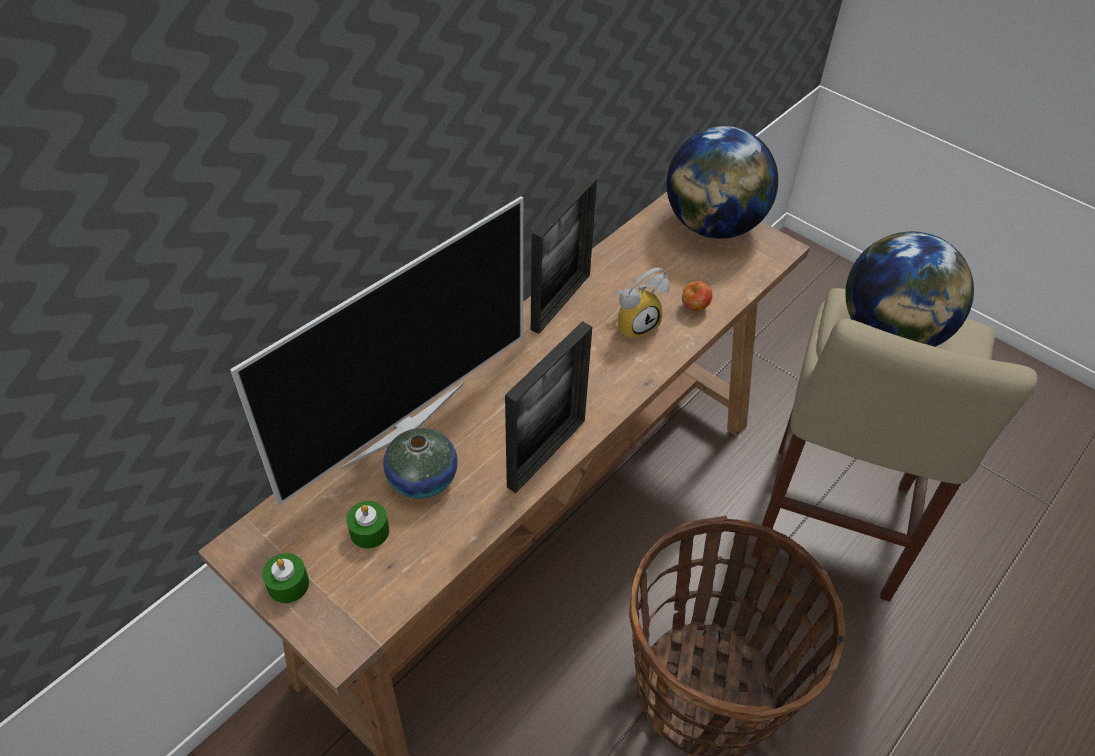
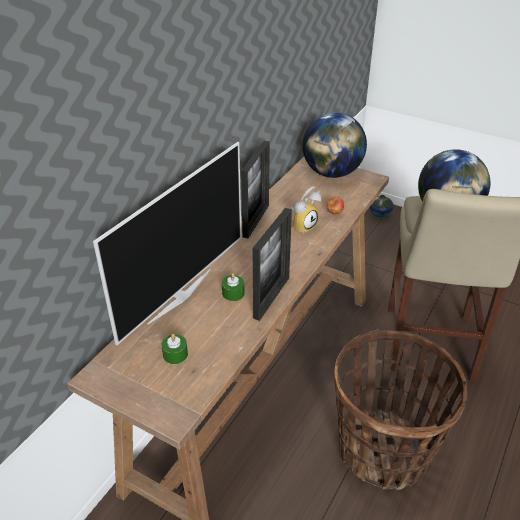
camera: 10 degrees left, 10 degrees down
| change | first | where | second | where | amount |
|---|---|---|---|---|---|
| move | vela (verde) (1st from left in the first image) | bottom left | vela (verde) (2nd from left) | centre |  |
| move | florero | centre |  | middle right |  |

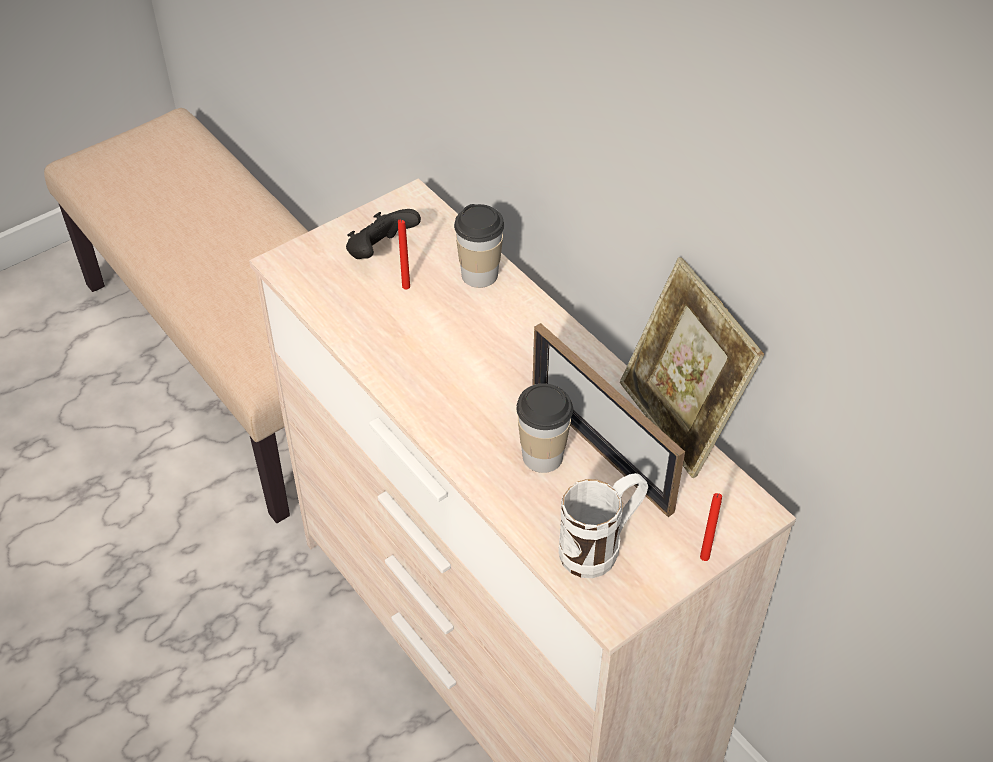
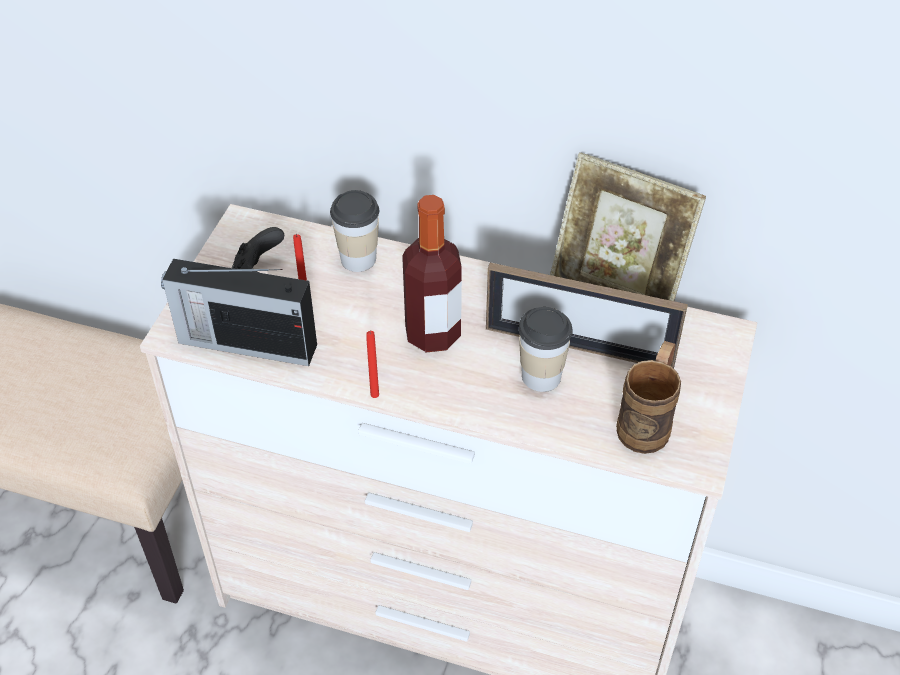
camera: 35 degrees left, 0 degrees up
| change | first | where | second | where | amount |
|---|---|---|---|---|---|
| recolor | taza grande (blanco) | bottom centre | taza grande (marrón) | middle right |  |
| move | vela (rojo) (2nd from left) | bottom right |  | centre |  |
| insert |  |  | radio | middle left |  |
| insert |  |  | botella | centre |  |

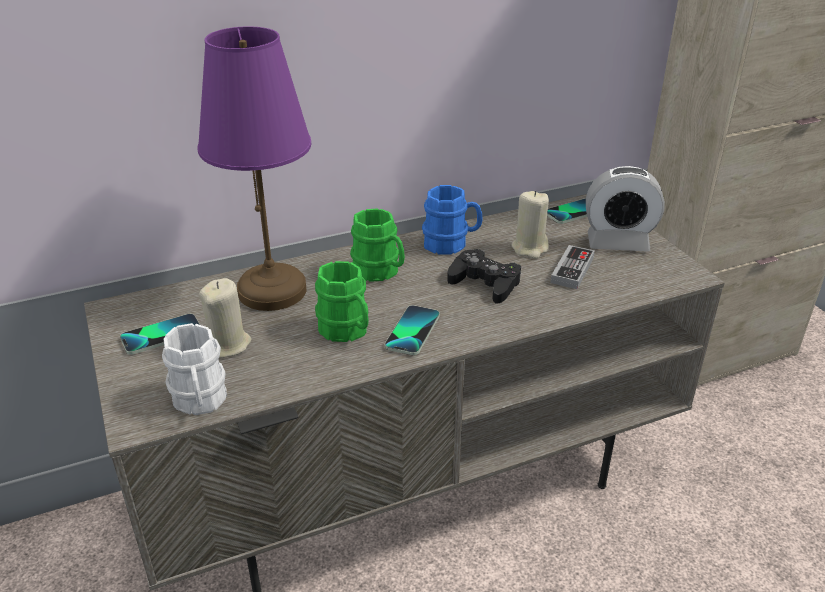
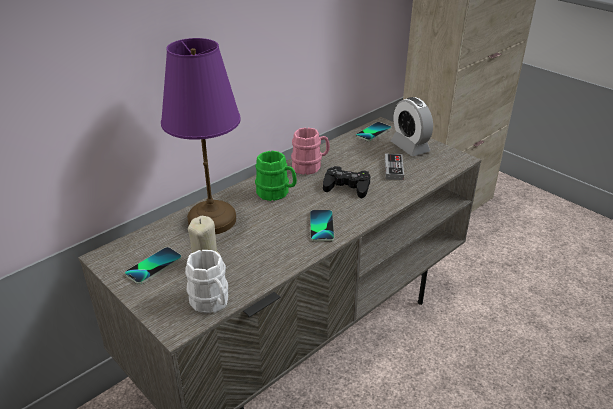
camera: 20 degrees left, 0 degrees up
| change | first | where | second | where | amount |
|---|---|---|---|---|---|
| delete | taza grande (verde) (1st from left) | centre |  |  |  |
| recolor | taza grande (azul) | centre | taza grande (rosa) | centre |  |
| delete | vela (beis) (2nd from left) | centre |  |  |  |
| rotate | despertador | middle right |  | top right | 75 degrees clockwise |

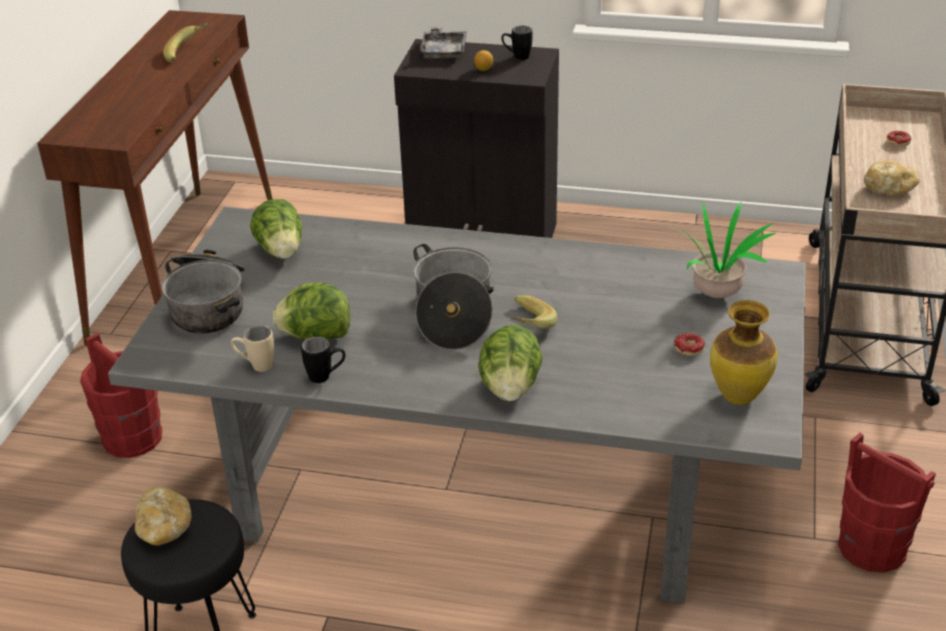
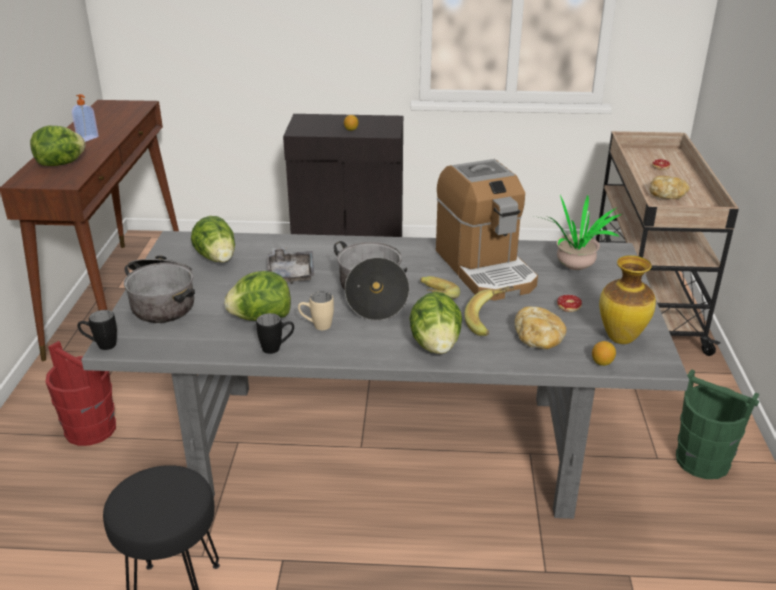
camera: 10 degrees left, 5 degrees down
| change | first | where | second | where | amount |
|---|---|---|---|---|---|
| move | pan (1st from left) | bottom left |  | middle right |  |
| move | plátano (1st from left in the first image) | top left | plátano (2nd from left) | centre |  |
| move | taza grande (beis) | middle left |  | centre |  |
| move | bandeja (gris) | top centre |  | centre |  |
| move | taza grande (negro) (2nd from left in the first image) | top centre | taza grande (negro) (1st from left) | middle left |  |
| recolor | cubo (rojo) (2nd from left) | bottom right | cubo (verde) | bottom right |  |
| insert |  |  | lechuga (1st from left) | top left |  |
| insert |  |  | dispensador de jabón | top left |  |
| insert |  |  | cafetera | centre |  |
| insert |  |  | limón (2nd from left) | middle right |  |

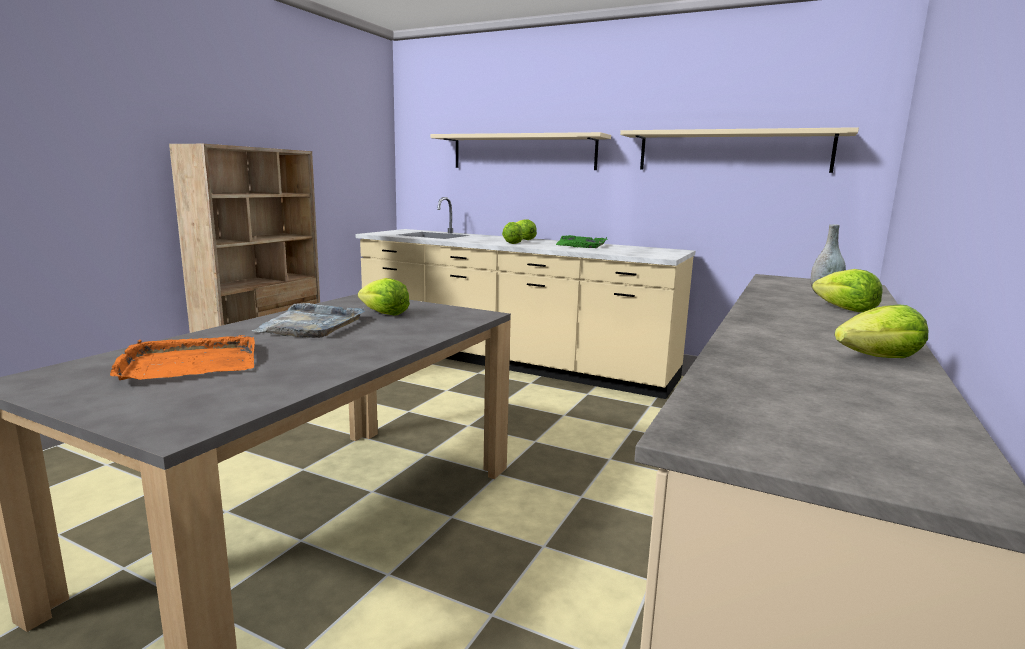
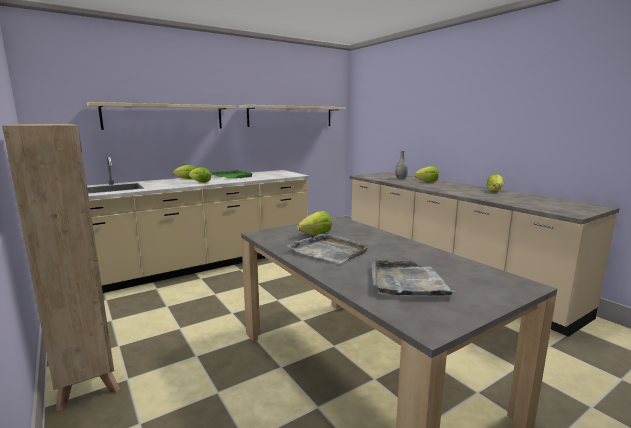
camera: 60 degrees left, 0 degrees up
| change | first | where | second | where | amount |
|---|---|---|---|---|---|
| recolor | bandeja (naranja) | middle left | bandeja (gris) (2nd from left) | centre |  |

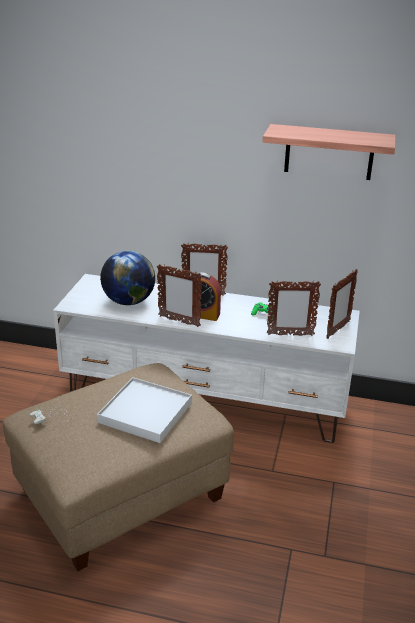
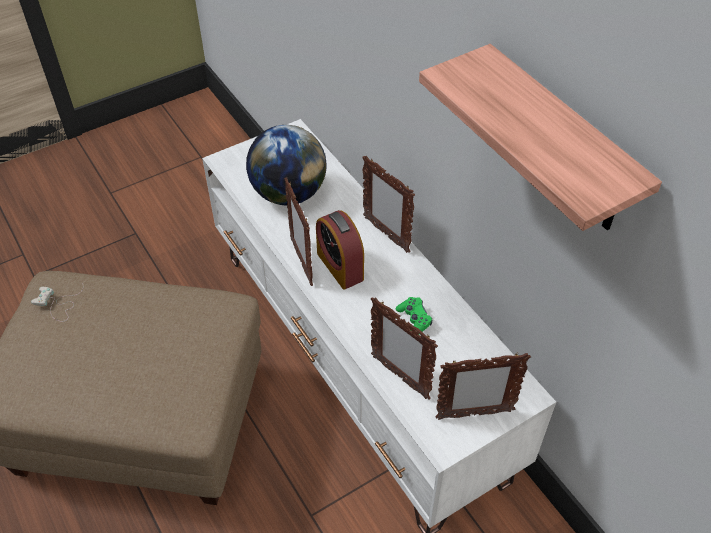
camera: 45 degrees right, 20 degrees up
| change | first | where | second | where | amount |
|---|---|---|---|---|---|
| delete | bandeja (blanco) | centre |  |  |  |

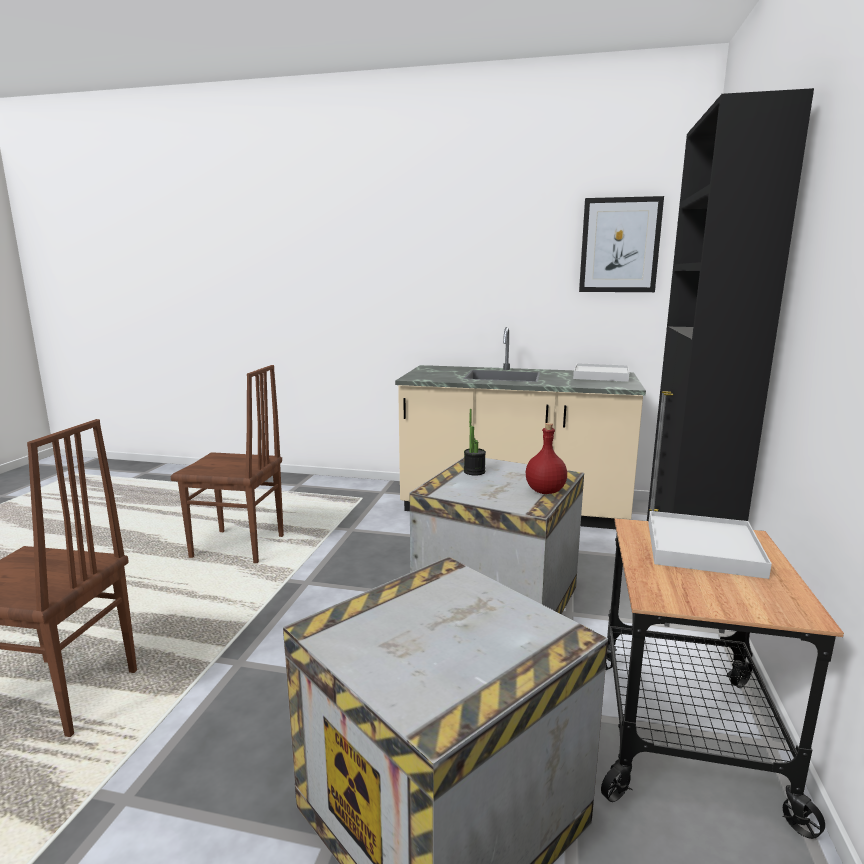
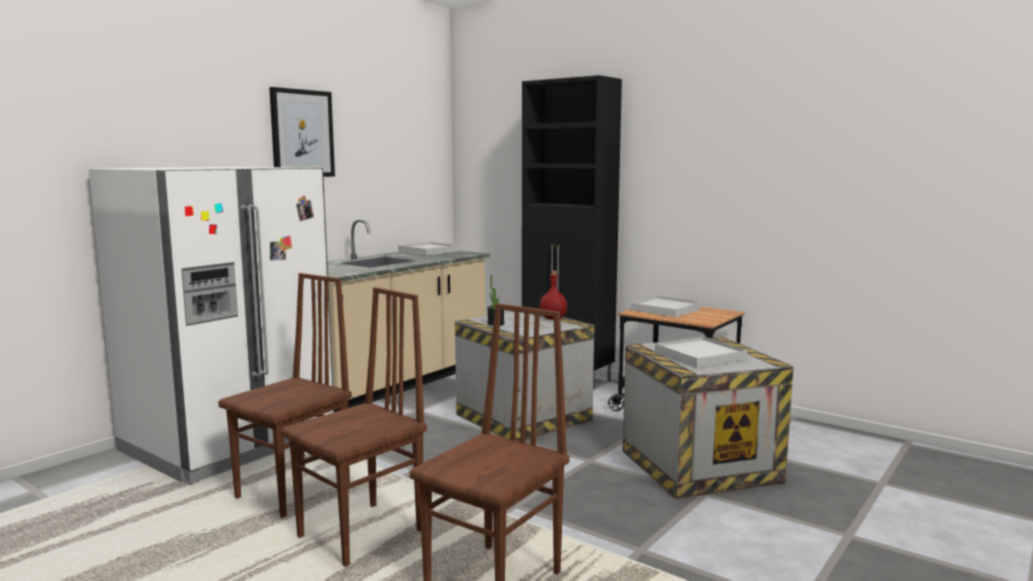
camera: 65 degrees left, 5 degrees down
| change | first | where | second | where | amount |
|---|---|---|---|---|---|
| move | cuadro | top right |  | top left |  |
| insert |  |  | nevera (blanco) | middle left |  |
| insert |  |  | silla (marrón) (2nd from left) | bottom centre |  |
| insert |  |  | bandeja (blanco) (3rd from left) | middle right |  |

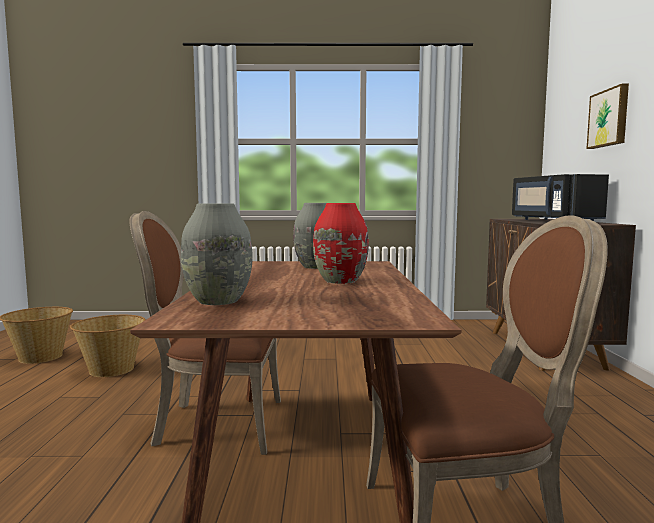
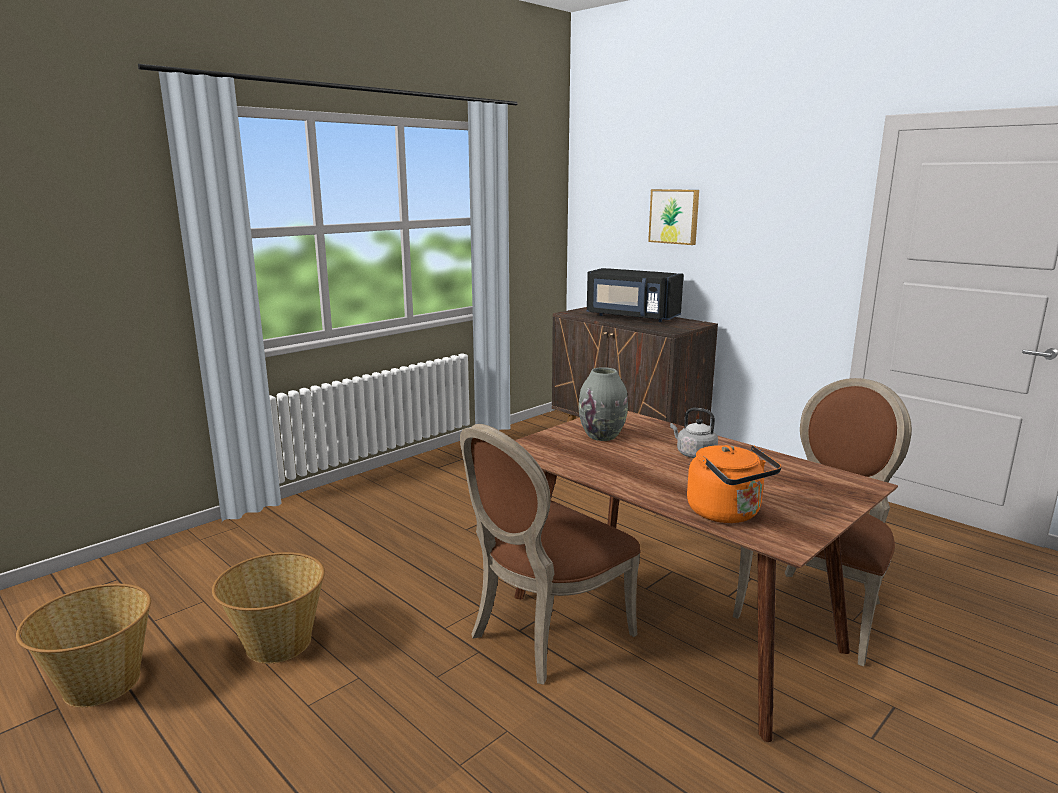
camera: 45 degrees left, 10 degrees up
| change | first | where | second | where | amount |
|---|---|---|---|---|---|
| replace | florero (gris) (1st from left) | middle left | hervidor (naranja) | middle right |  |
| replace | florero (rojo) | centre | hervidor (gris) | centre |  |

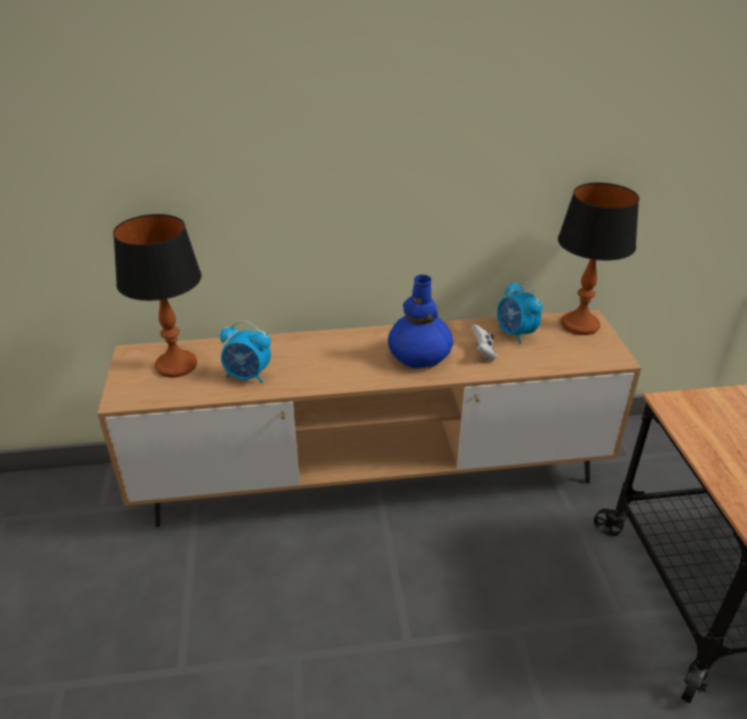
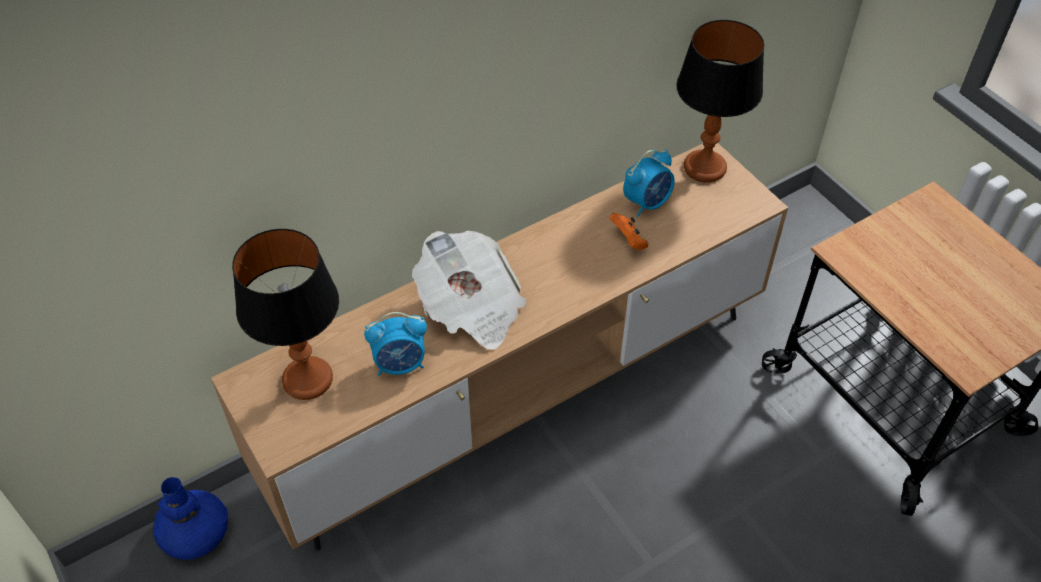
camera: 25 degrees left, 15 degrees up
| change | first | where | second | where | amount |
|---|---|---|---|---|---|
| move | florero (azul) | centre |  | bottom left |  |
| recolor | mando de consola (blanco) | centre | mando de consola (naranja) | centre |  |
| rotate | despertador (2nd from left) | middle right |  | top centre | 75 degrees counterclockwise |
| insert |  |  | periódico | centre |  |

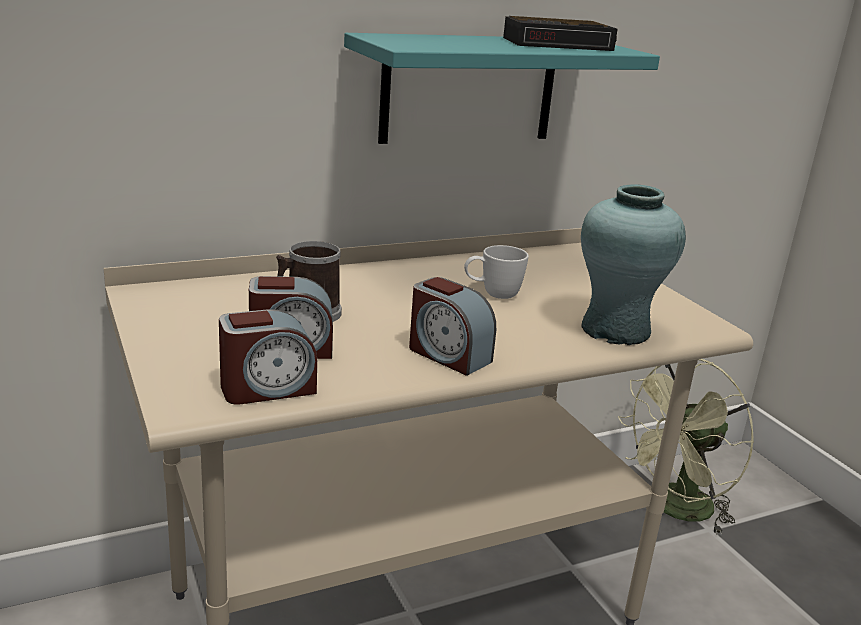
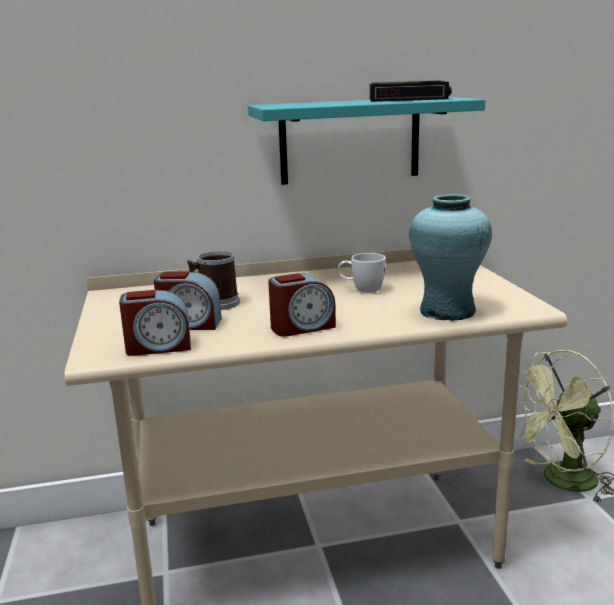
camera: 15 degrees right, 5 degrees down
| change | first | where | second | where | amount |
|---|---|---|---|---|---|
| rotate | despertador (3rd from left) | centre |  | centre | 75 degrees counterclockwise |

